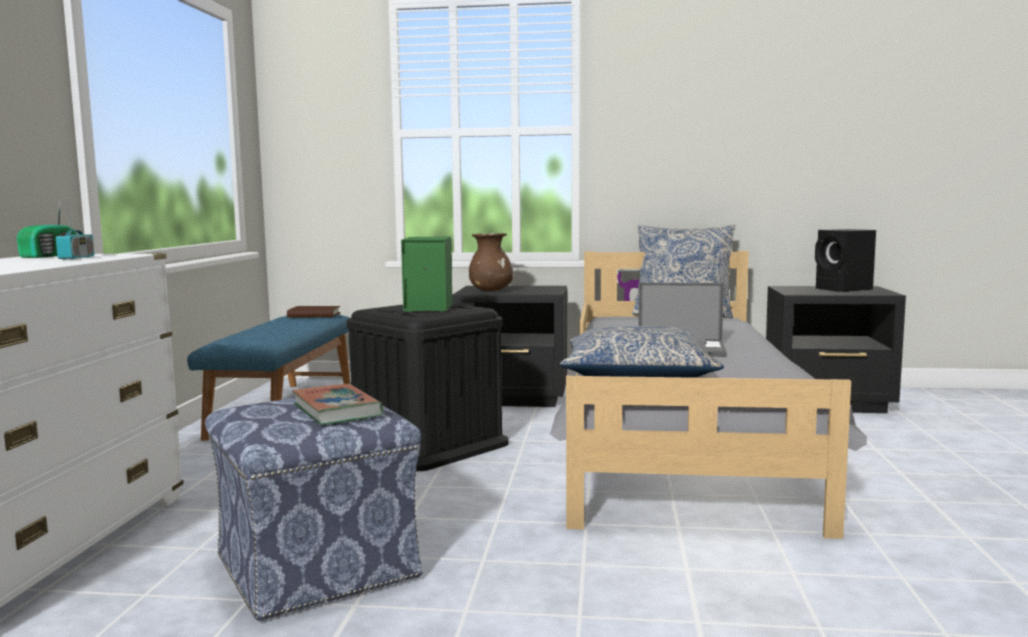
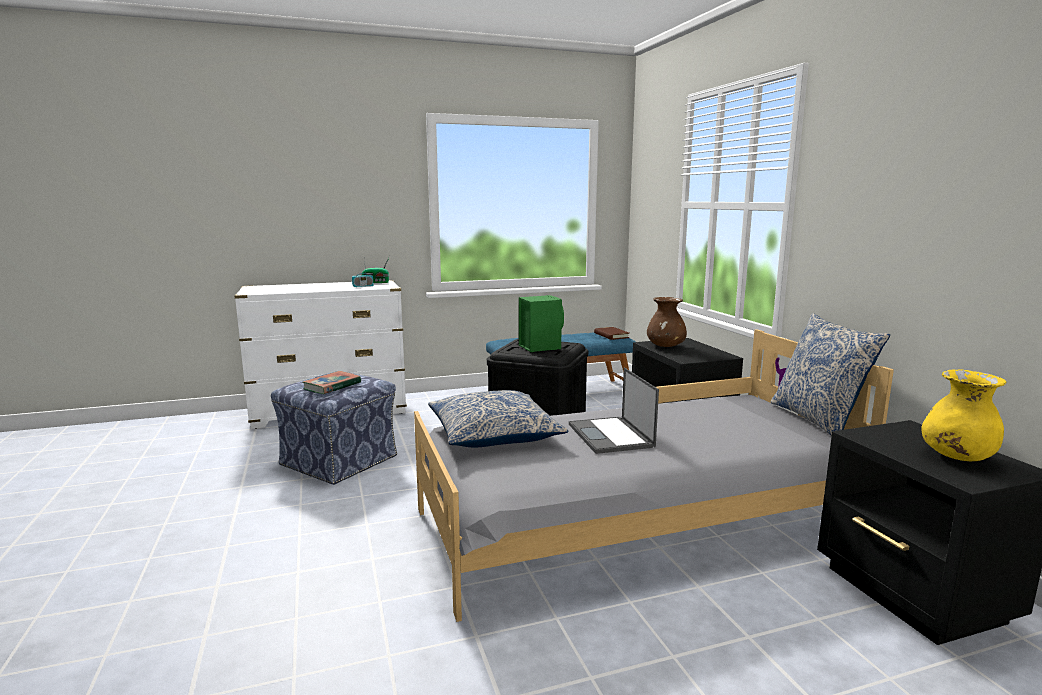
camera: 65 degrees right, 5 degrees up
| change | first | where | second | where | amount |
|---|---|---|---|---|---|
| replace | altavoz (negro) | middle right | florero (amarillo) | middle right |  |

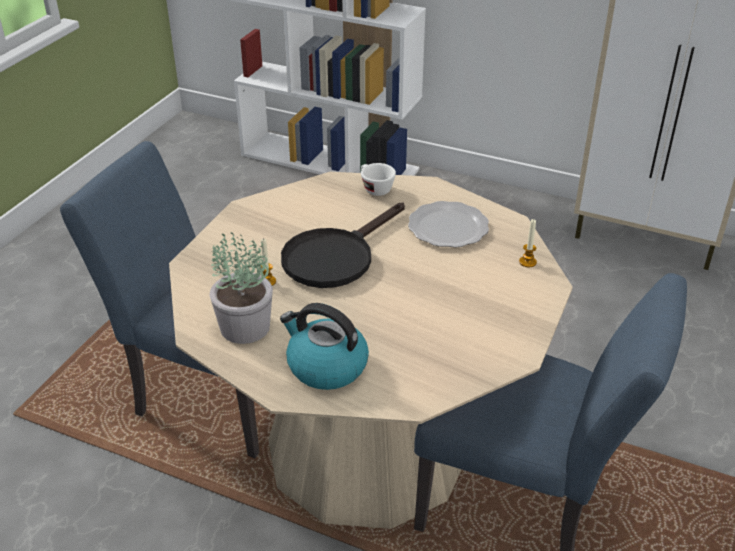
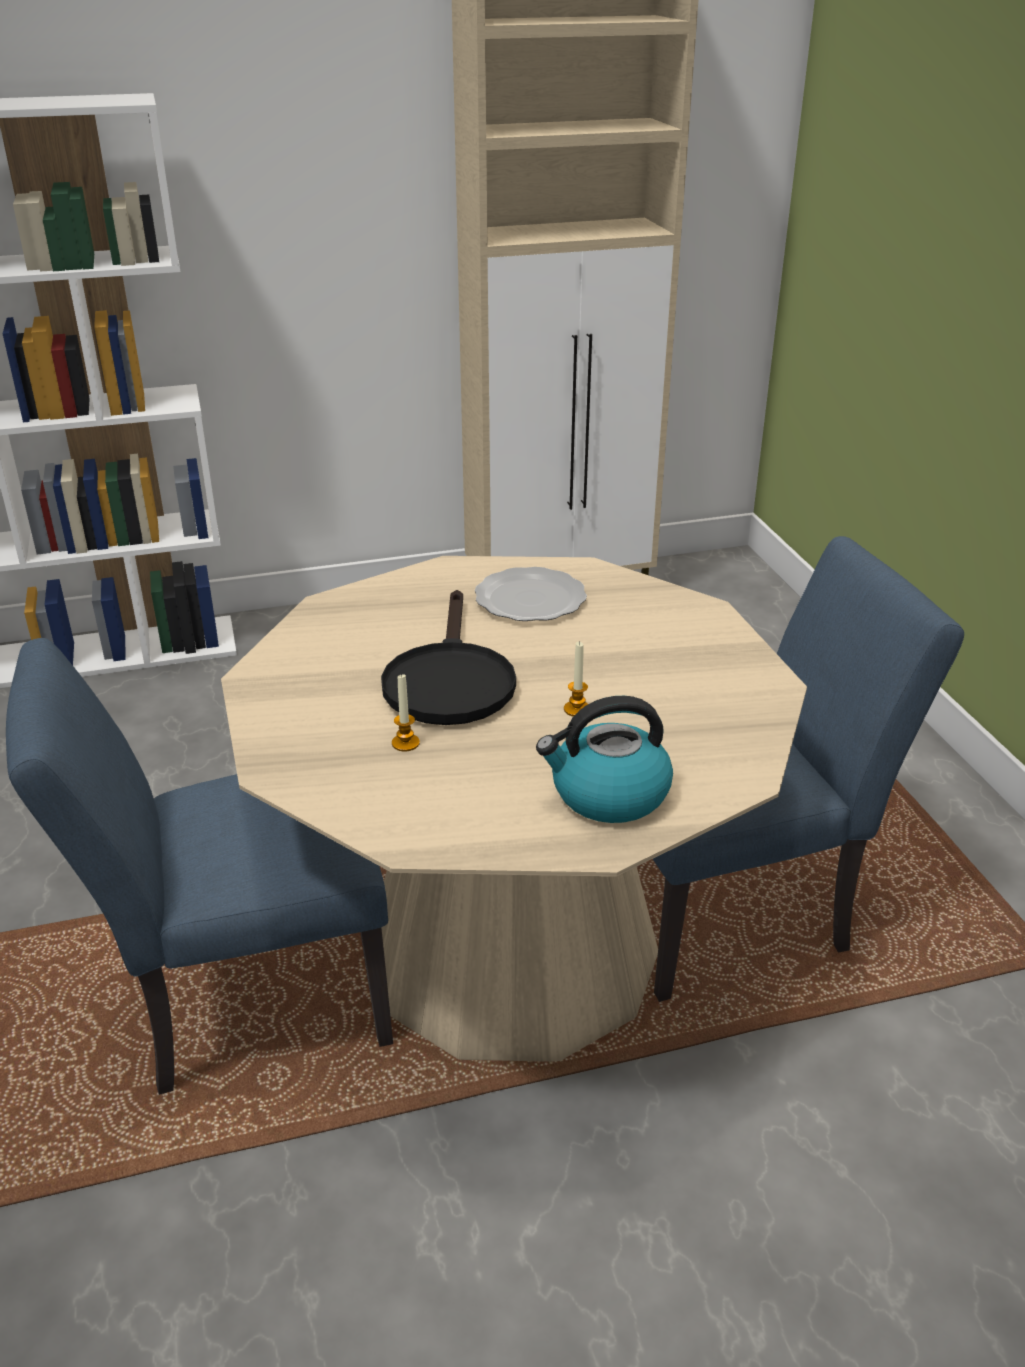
camera: 40 degrees left, 5 degrees down
| change | first | where | second | where | amount |
|---|---|---|---|---|---|
| delete | planta en maceta | middle left |  |  |  |
| delete | taza (blanco) | top centre |  |  |  |
| move | vela (2nd from left) | middle right |  | centre |  |

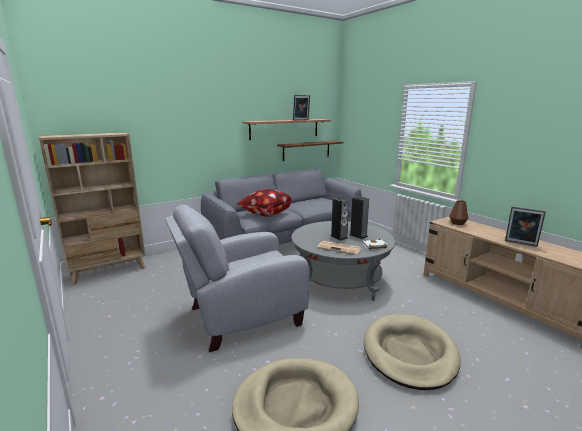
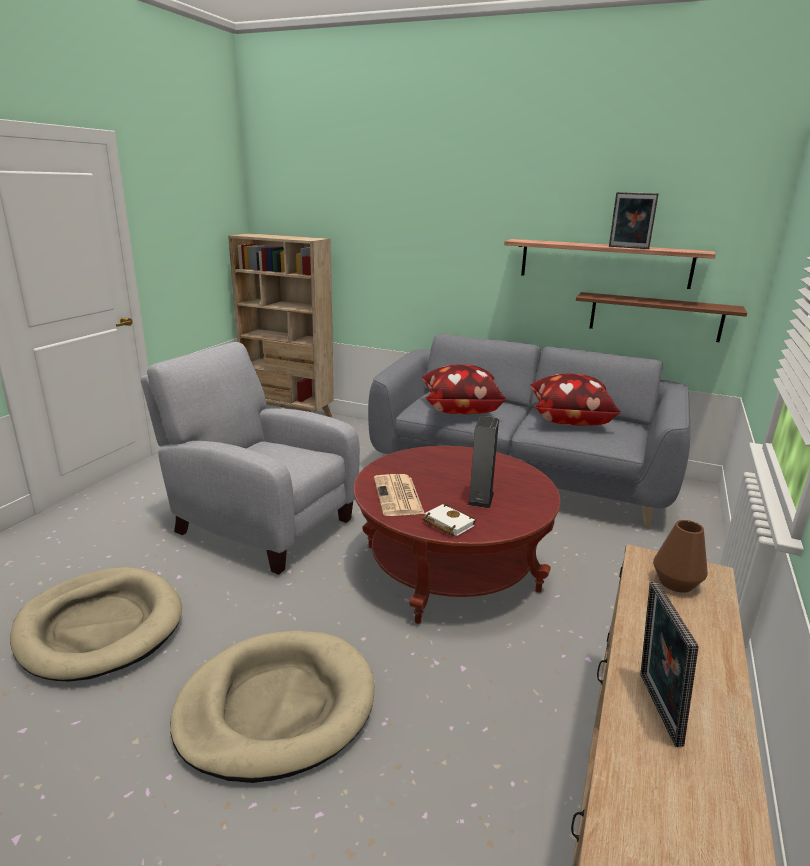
camera: 55 degrees right, 5 degrees up
| change | first | where | second | where | amount |
|---|---|---|---|---|---|
| recolor | mesa de centro (gris) | centre | mesa de centro (rojo) | centre |  |
| delete | altavoz (1st from left) | centre |  |  |  |
| insert |  |  | cojín (2nd from left) | middle right |  |

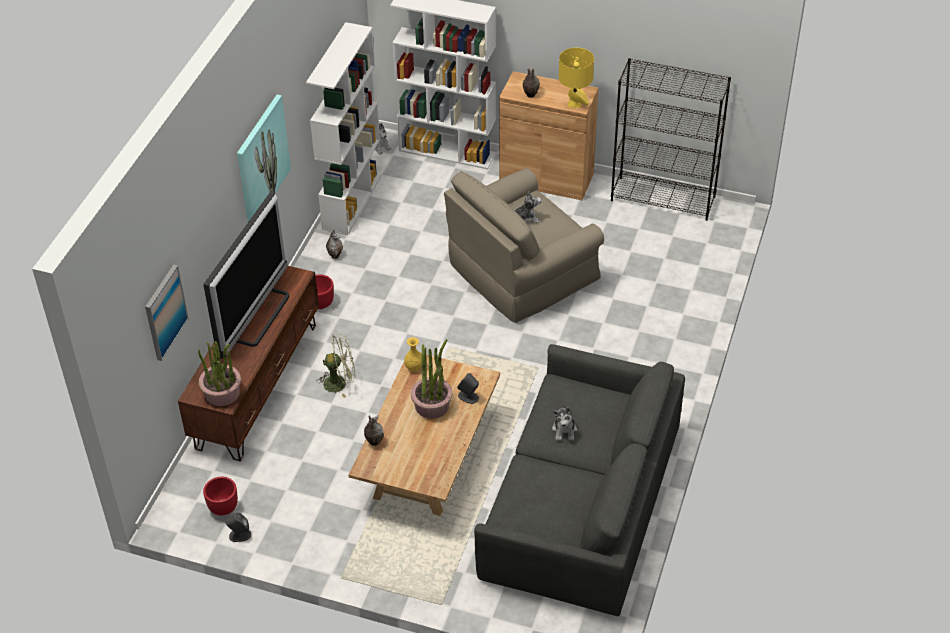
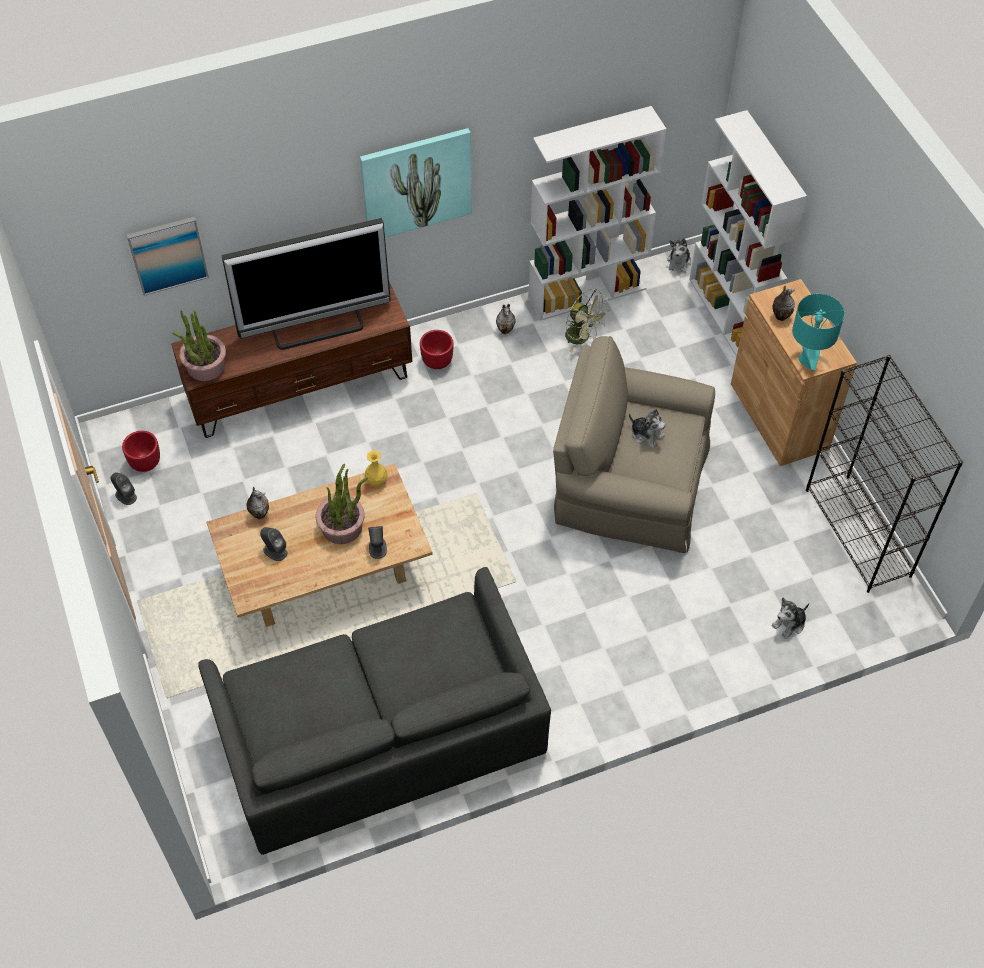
camera: 50 degrees right, 10 degrees up
| change | first | where | second | where | amount |
|---|---|---|---|---|---|
| move | ventilador (verde) | centre |  | top centre |  |
| move | peluche (3rd from left) | bottom centre |  | middle right |  |
| recolor | lámpara de mesa (amarillo) | top centre | lámpara de mesa (turquesa) | middle right |  |
| insert |  |  | altavoz (gris) (2nd from left) | middle left |  |

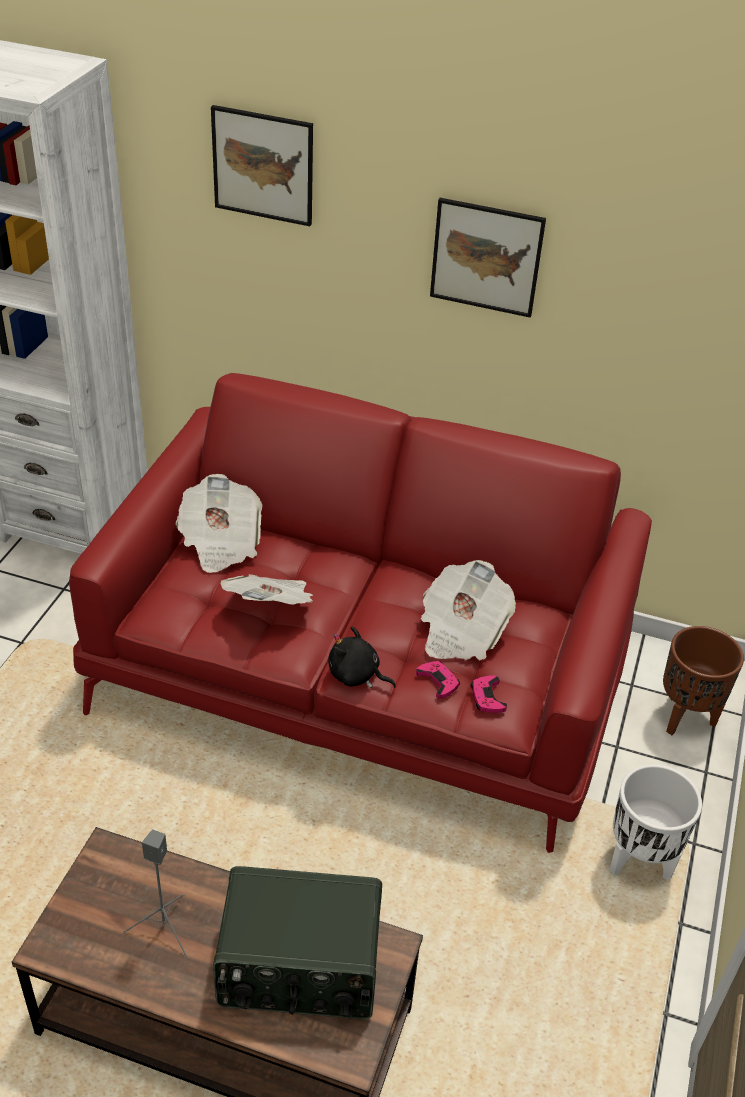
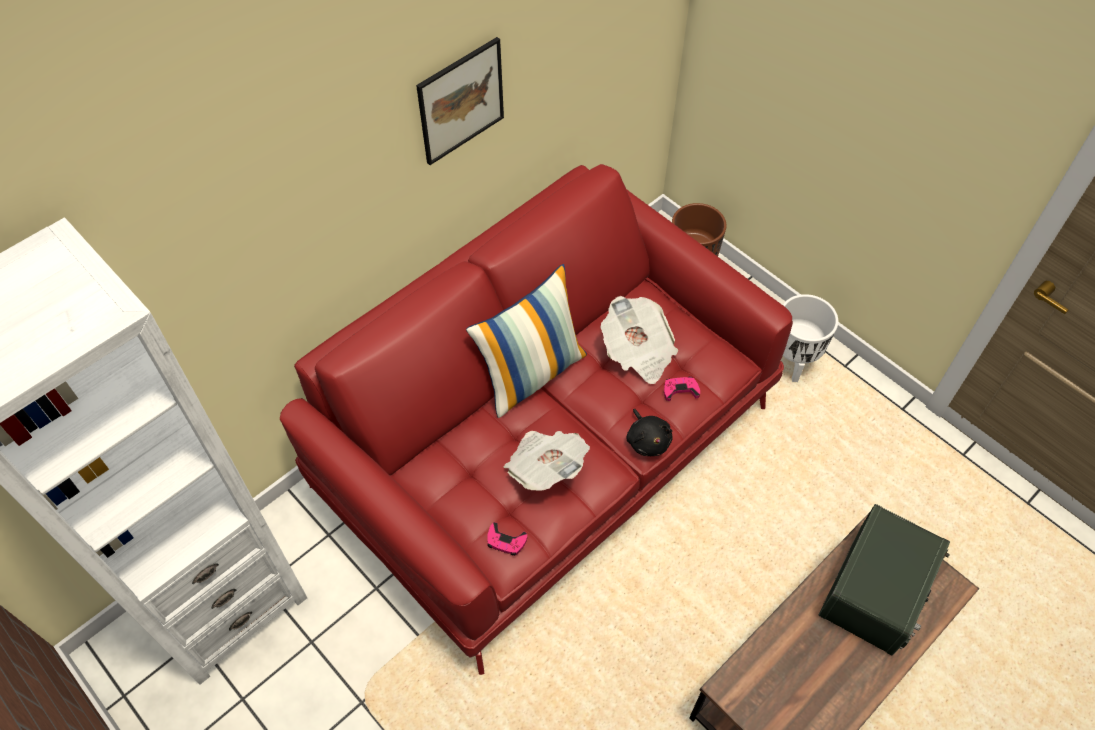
camera: 60 degrees left, 15 degrees up
| change | first | where | second | where | amount |
|---|---|---|---|---|---|
| delete | altavoz (gris) | bottom left |  |  |  |
| delete | periódico (1st from left) | middle left |  |  |  |
| delete | cuadro (1st from left) | top centre |  |  |  |
| rotate | peluche (negro) | centre |  | centre | 75 degrees counterclockwise |
| move | mando de consola (rosa) (2nd from left in the first image) | centre | mando de consola (rosa) (1st from left) | bottom centre |  |
| insert |  |  | cojín | centre |  |

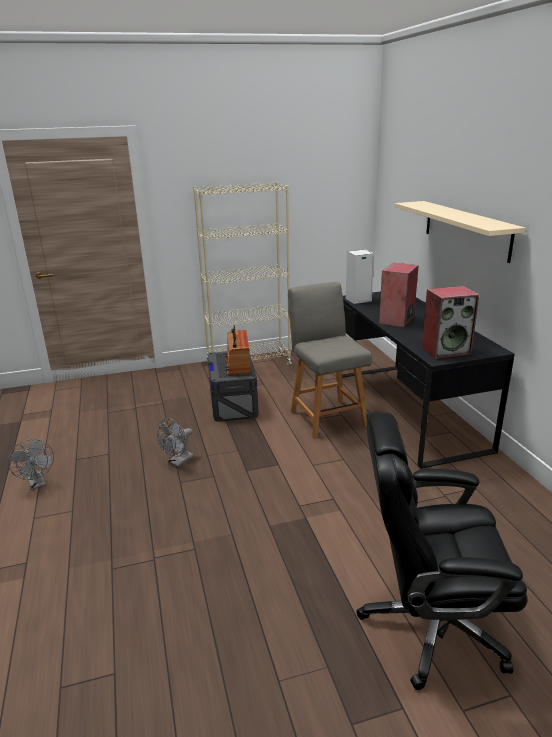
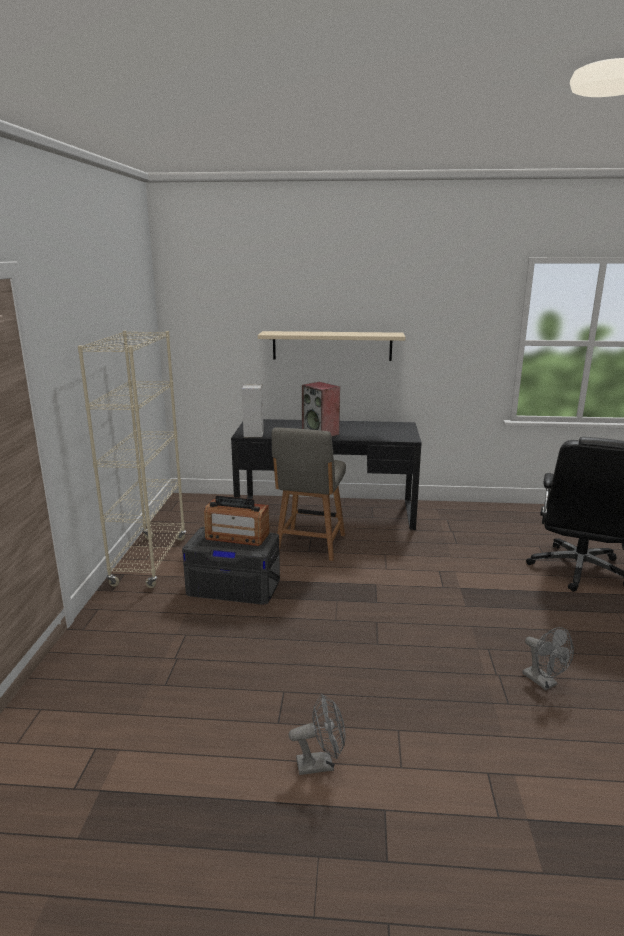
camera: 70 degrees left, 5 degrees down
| change | first | where | second | where | amount |
|---|---|---|---|---|---|
| move | ventilador (gris) (2nd from left) | middle left |  | bottom right |  |
| rotate | silla (gris) | centre |  | centre | 75 degrees counterclockwise |
| delete | altavoz (3rd from left) | middle right |  |  |  |

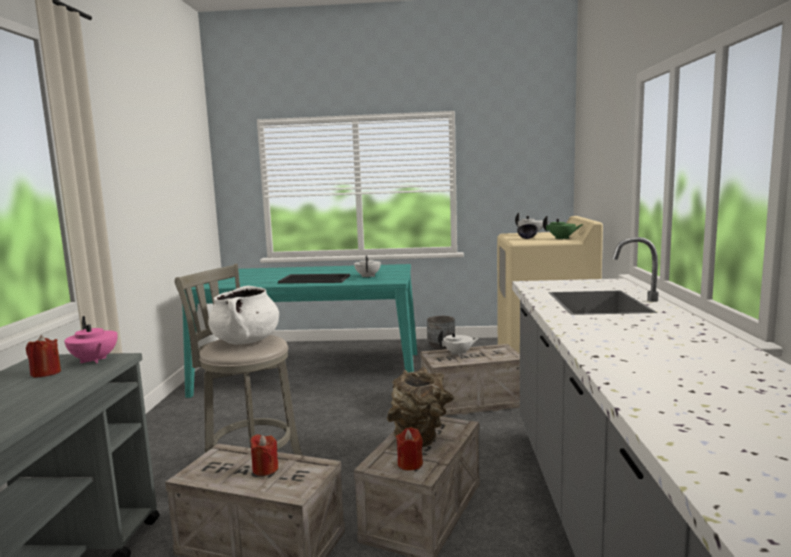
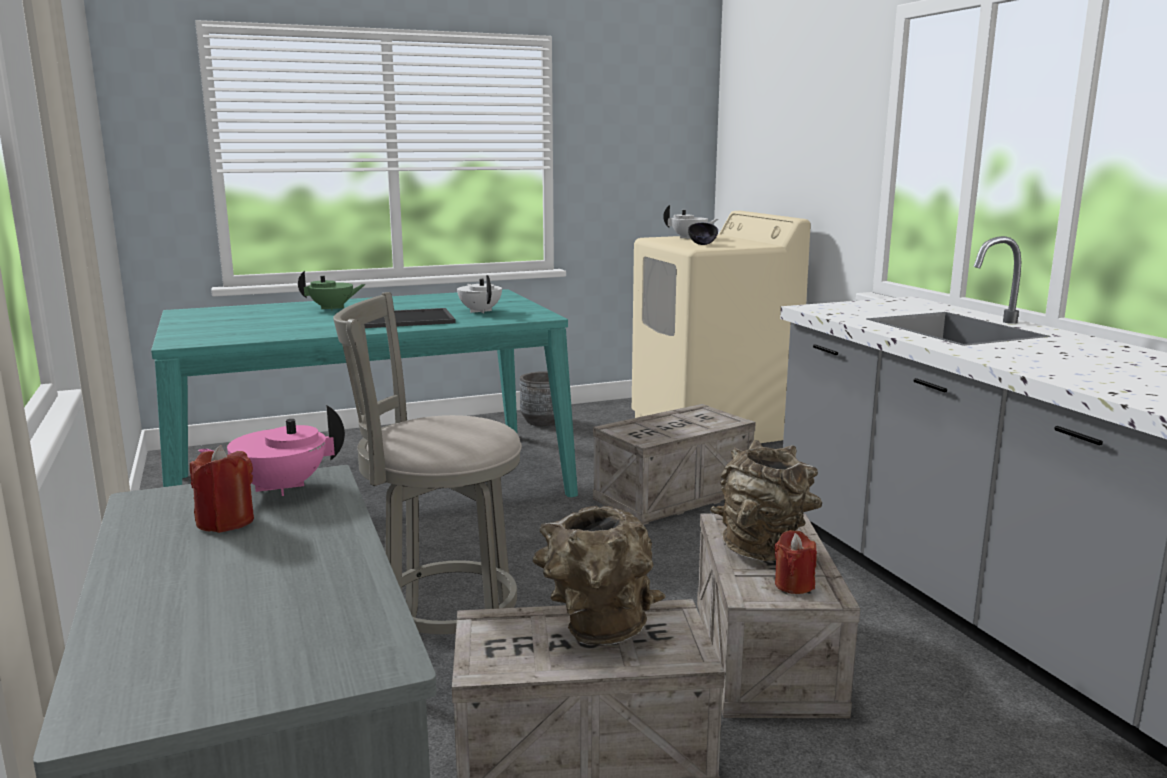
camera: 25 degrees left, 5 degrees up
| change | first | where | second | where | amount |
|---|---|---|---|---|---|
| rotate | tetera (rosa) | middle left |  | middle left | 135 degrees clockwise |
| delete | olla (blanco) | middle left |  |  |  |
| replace | vela (rojo) (2nd from left) | bottom centre | florero (marrón) (1st from left) | bottom centre |  |
| delete | tetera (blanco) (2nd from left) | centre |  |  |  |
| move | tetera (verde) | middle right |  | middle left |  |

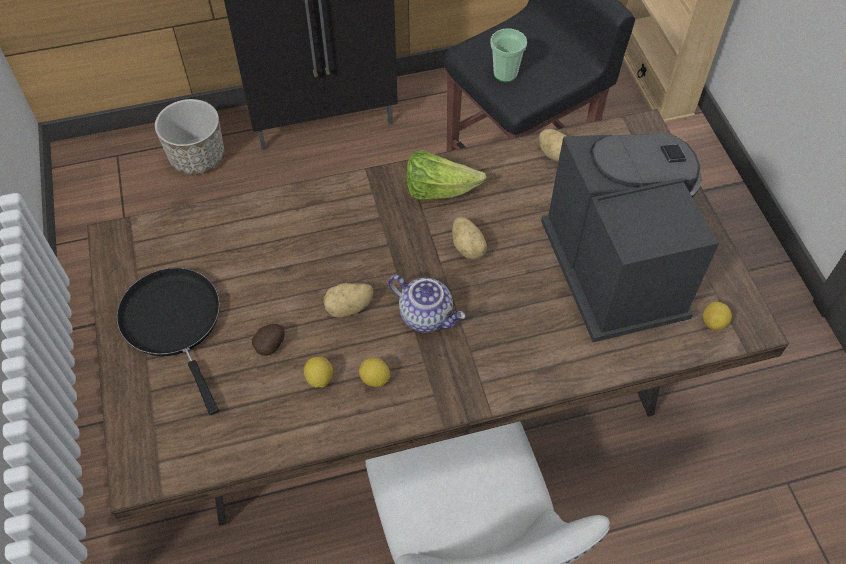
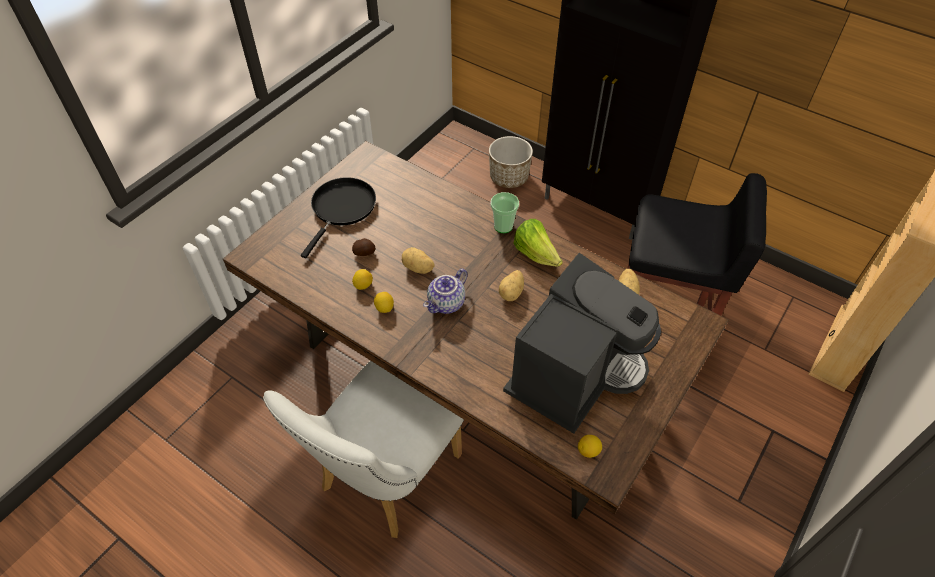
camera: 50 degrees right, 5 degrees down
| change | first | where | second | where | amount |
|---|---|---|---|---|---|
| rotate | tetera | centre |  | centre | 45 degrees clockwise |
| move | taza | top centre |  | centre |  |

